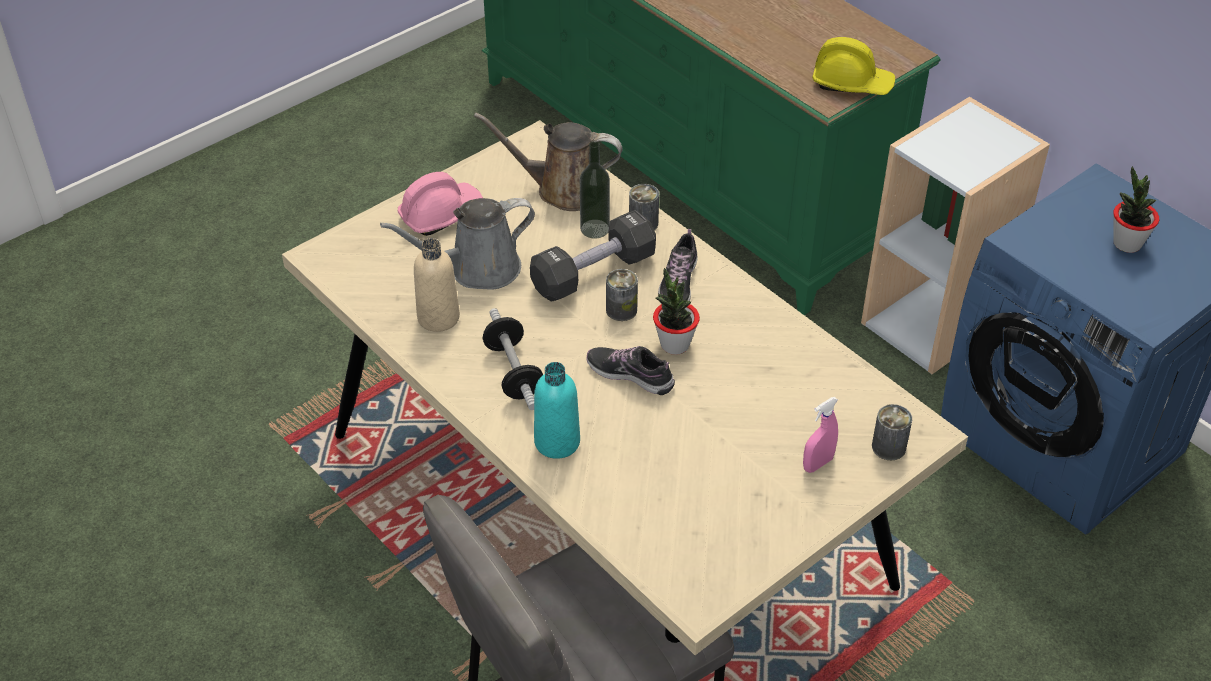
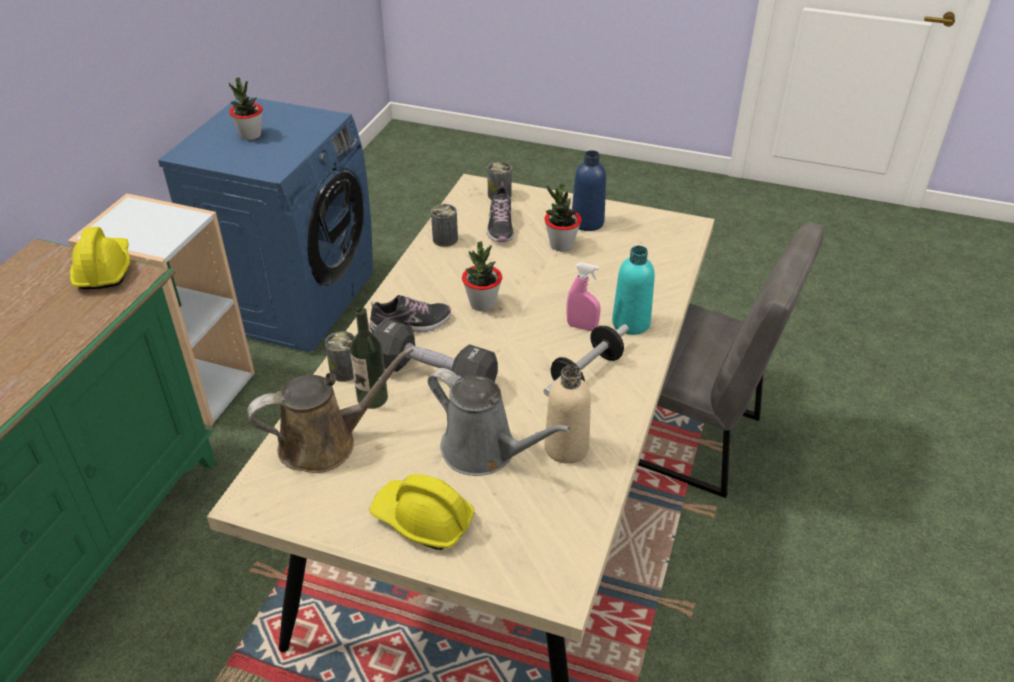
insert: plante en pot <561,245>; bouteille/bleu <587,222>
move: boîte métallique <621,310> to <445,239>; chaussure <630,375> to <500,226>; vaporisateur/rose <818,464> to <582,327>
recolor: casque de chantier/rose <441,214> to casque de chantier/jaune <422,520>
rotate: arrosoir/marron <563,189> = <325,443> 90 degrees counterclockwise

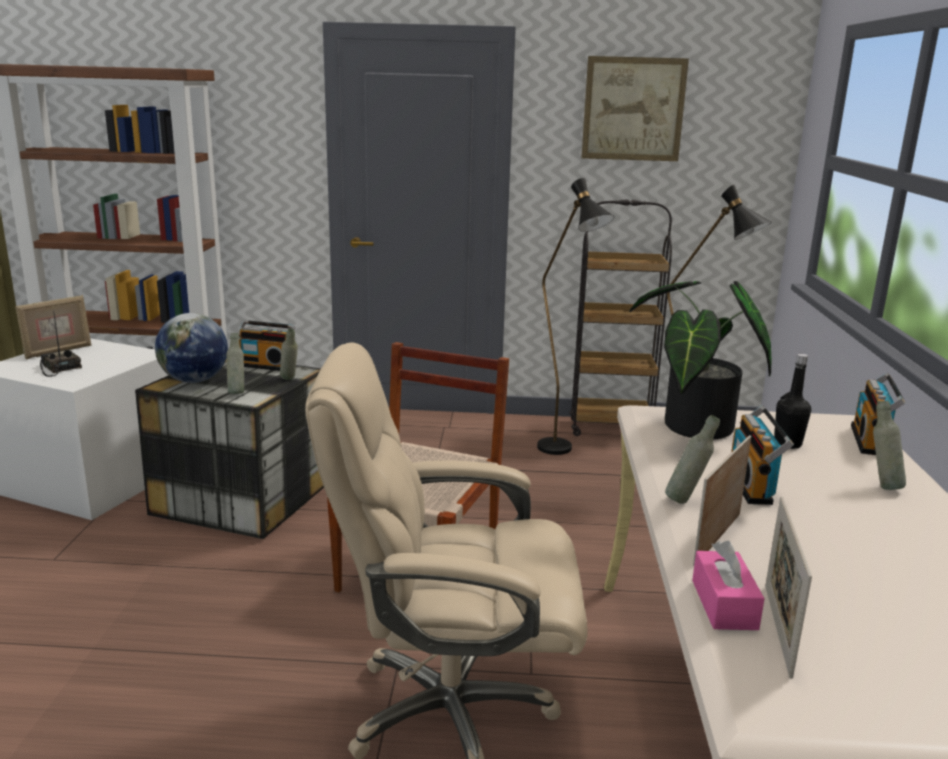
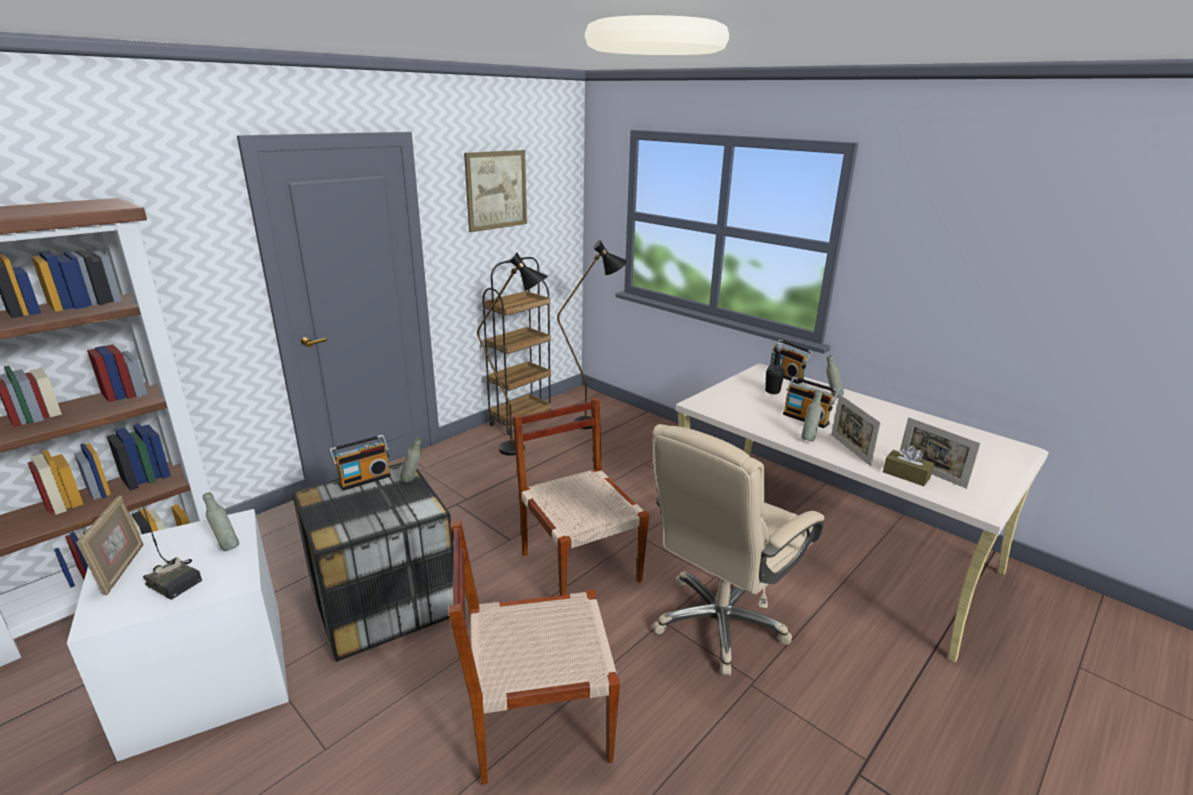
delete: globe <194,380>; plante en pot <691,429>
insert: chaise <536,720>
move: bouteille/gris <237,392> to <226,547>
recolor: boîte à mouchoirs/rose <724,604> to boîte à mouchoirs/marron <906,475>
rotate: radio <59,368> = <177,581> 150 degrees counterclockwise

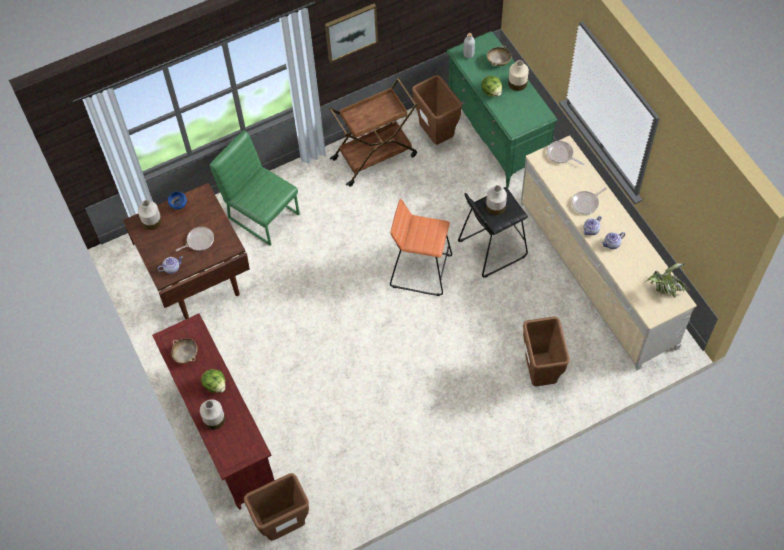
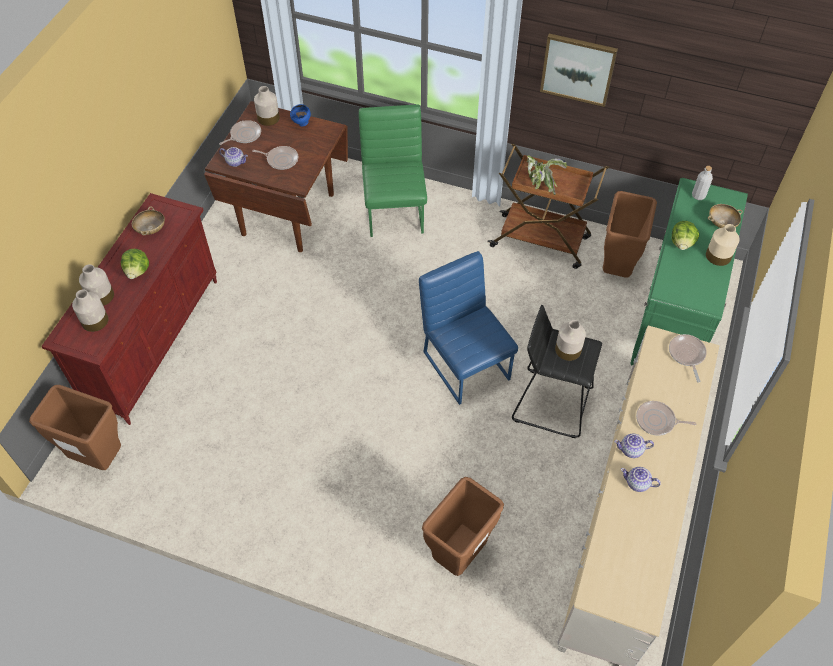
insert: vase/beige <95,320>; poêle <244,135>
move: plante en pot <665,288> to <540,184>
replace: tabouret/orange <420,270> to chaise/bleu <465,363>

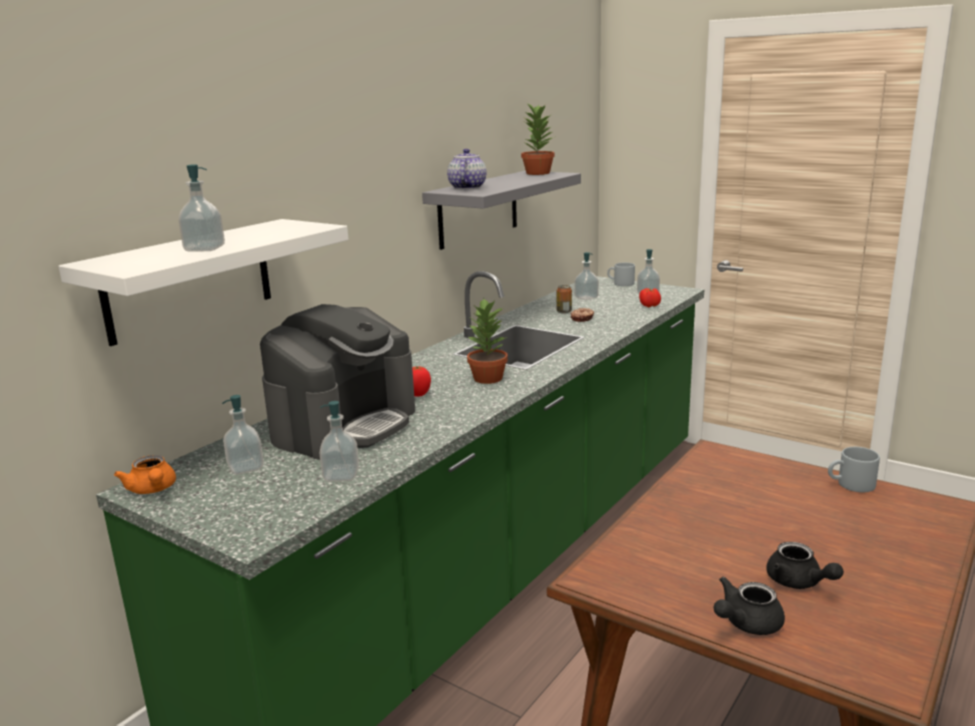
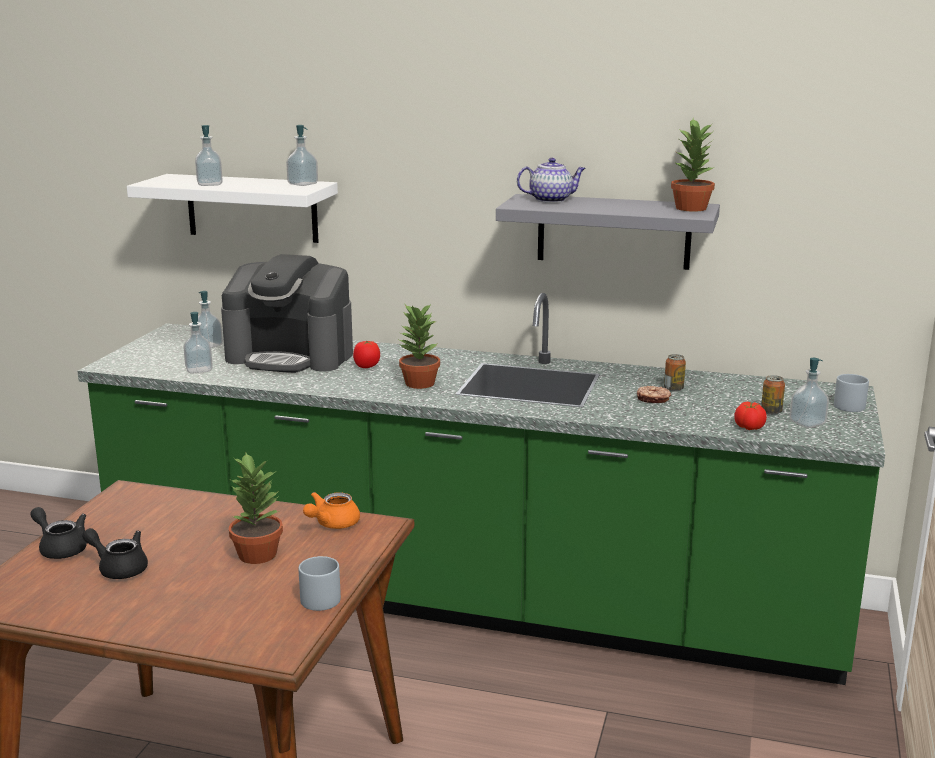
insert: plante en pot <256,554>; boîte métallique <771,412>
move: distributeur de savon <586,298> to <302,184>; théière/orange <152,490> to <332,524>
rotate: théière/noir <798,582> = <119,568> 75 degrees clockwise

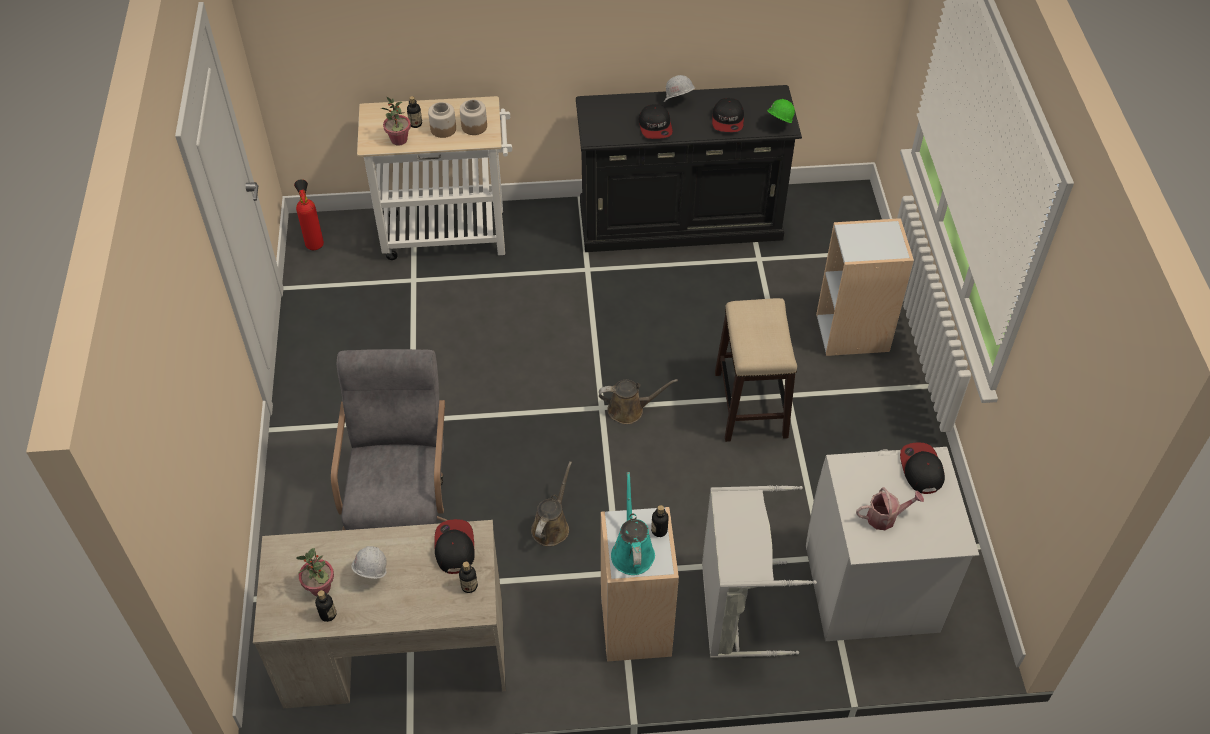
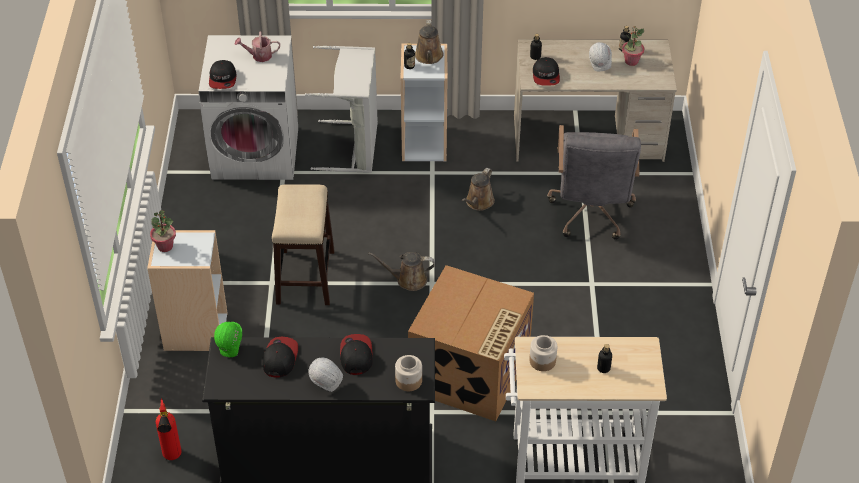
insert: carton <470,374>
move: plante en pot <399,140> to <165,246>; extincteur <314,242> to <172,458>; bocal <443,129> to <408,381>
recolor: arrosoir/turquoise <632,551> to arrosoir/marron <429,57>

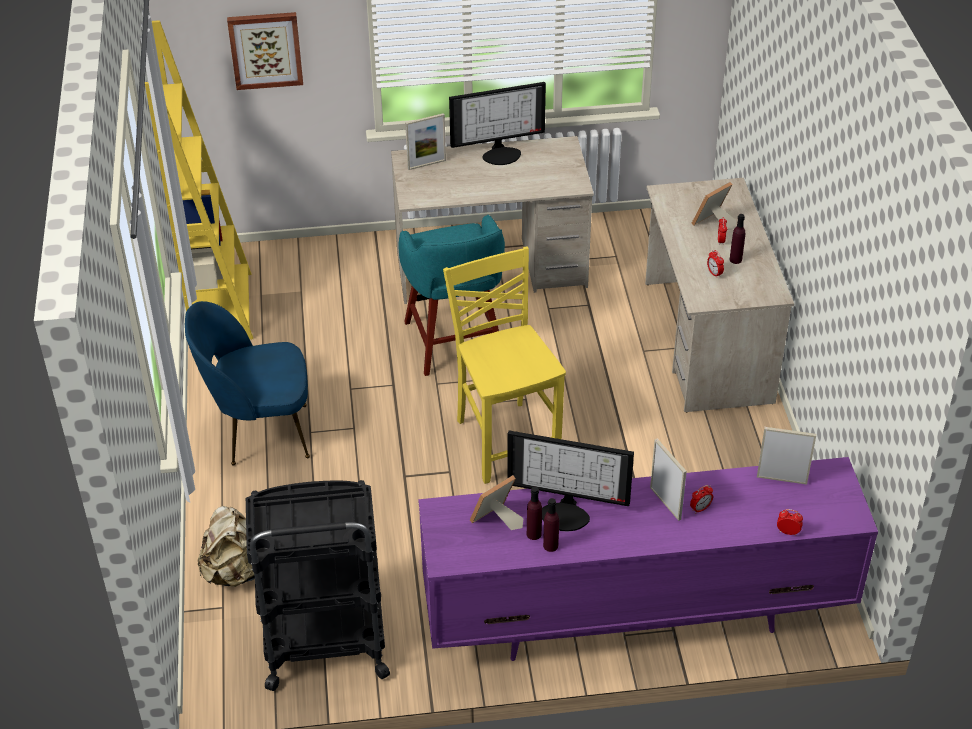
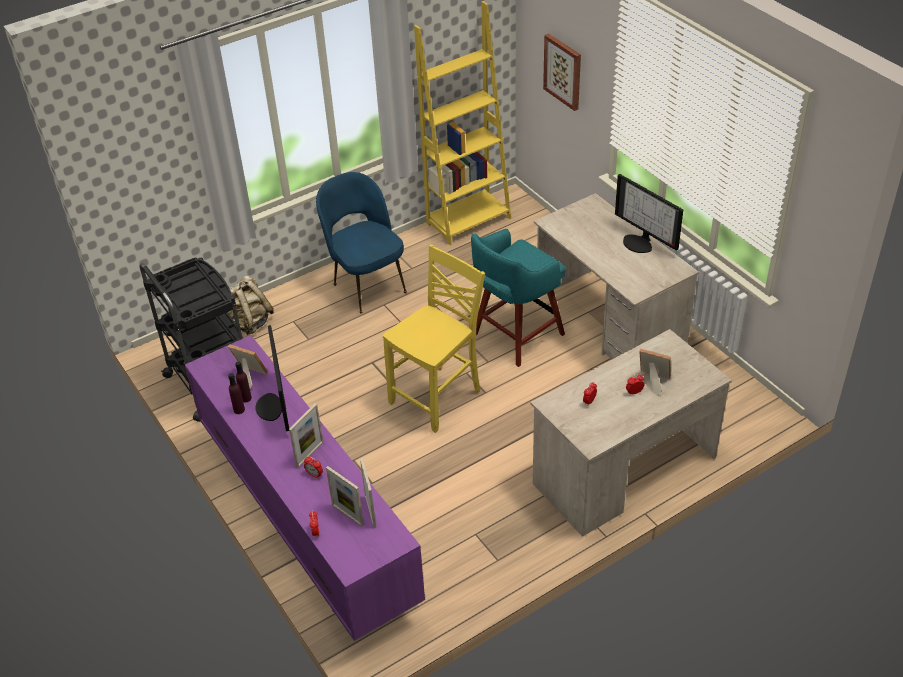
delete: bouteille/violet <735,259>
move: cadre photo <426,164> to <347,515>

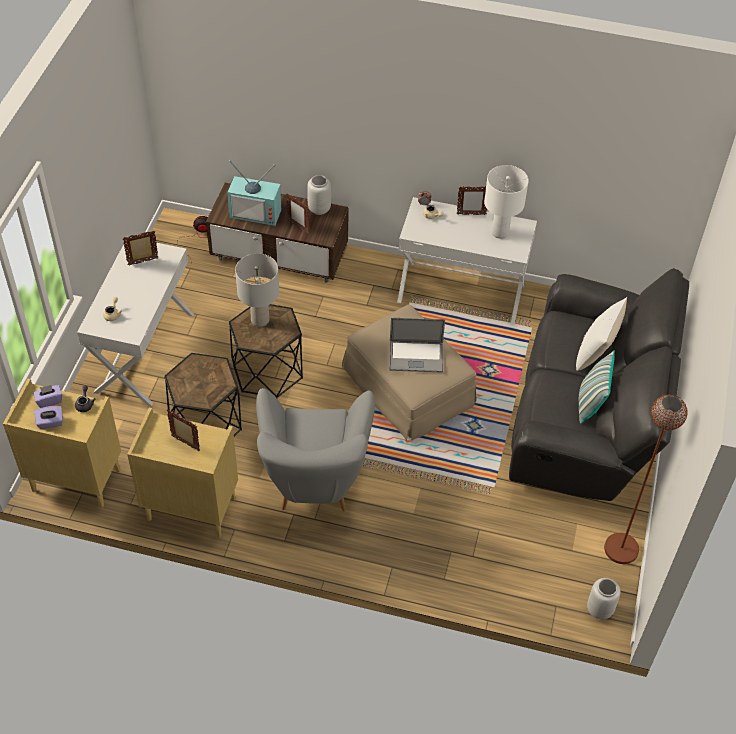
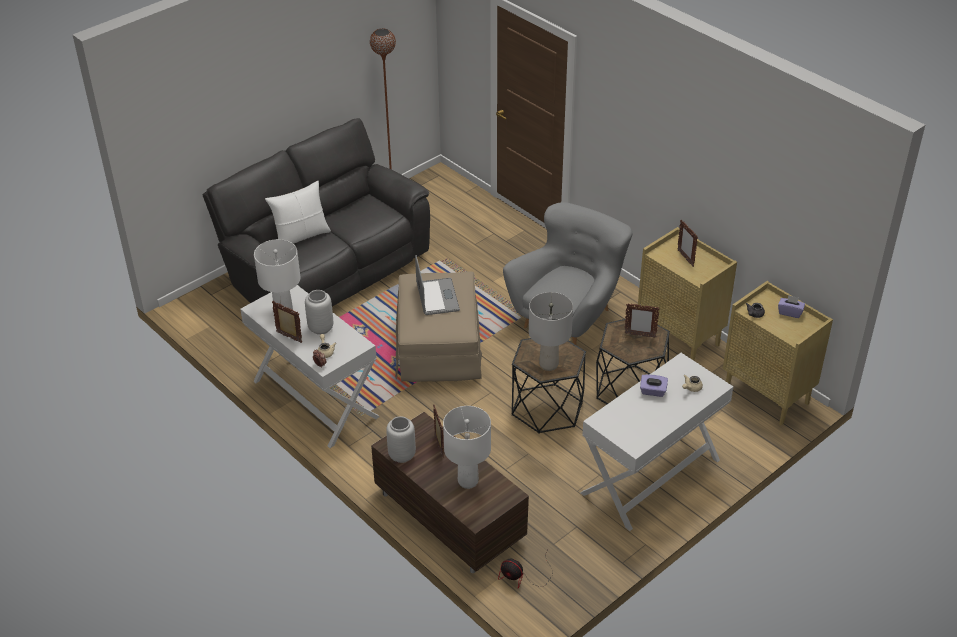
delete: coussin <590,403>
move: vase/gris <599,609> to <320,329>; cadre photo <143,262> to <639,335>; boîte à mouchoirs/violet <49,400> to <653,391>
replace: téléviseur <257,212> to lampe de table/blanc <467,481>
rotate: ordinateur portable <416,356> = <437,297> 45 degrees clockwise

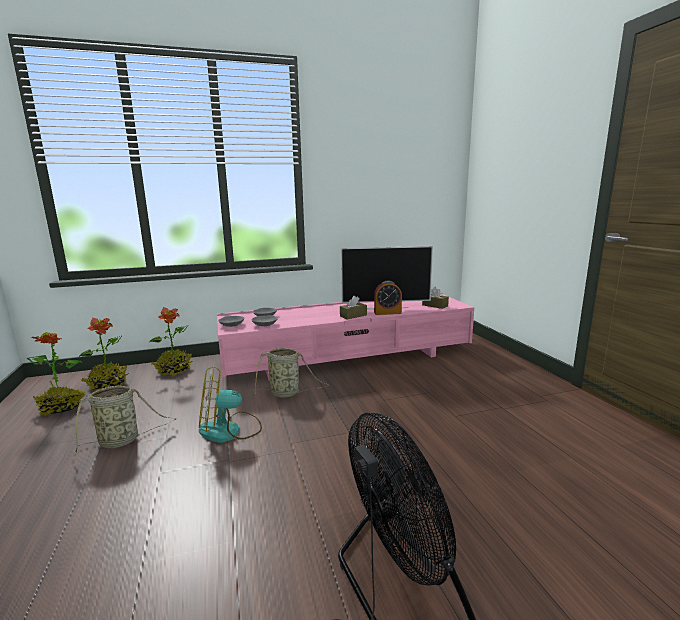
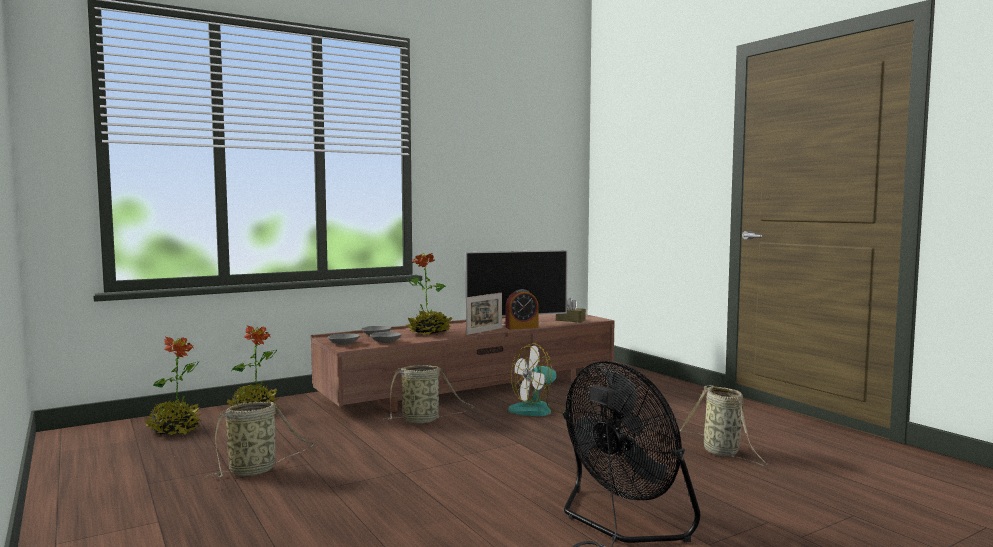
insert: panier <723,453>
move: plante en pot <62,408> to <429,333>; ventilateur <229,430> to <539,410>
replace: boîte à mouchoirs/marron <353,316> to cadre photo <484,331>
recolor: meuble télé/rose <347,356> to meuble télé/marron <472,386>

